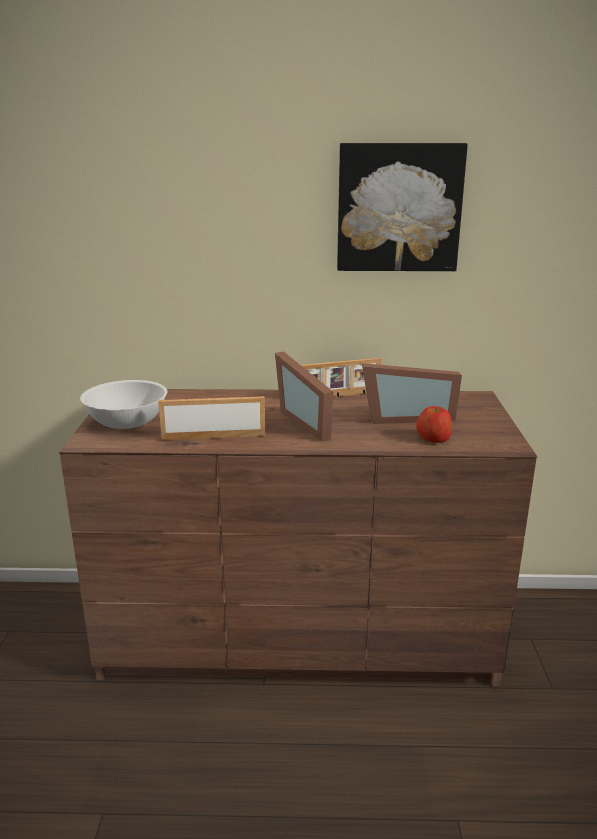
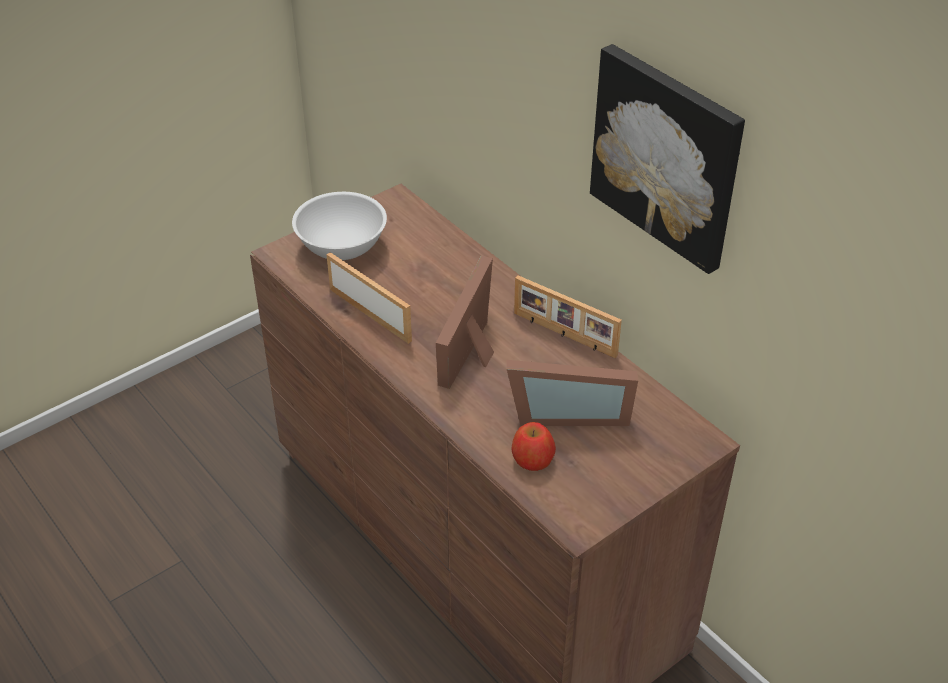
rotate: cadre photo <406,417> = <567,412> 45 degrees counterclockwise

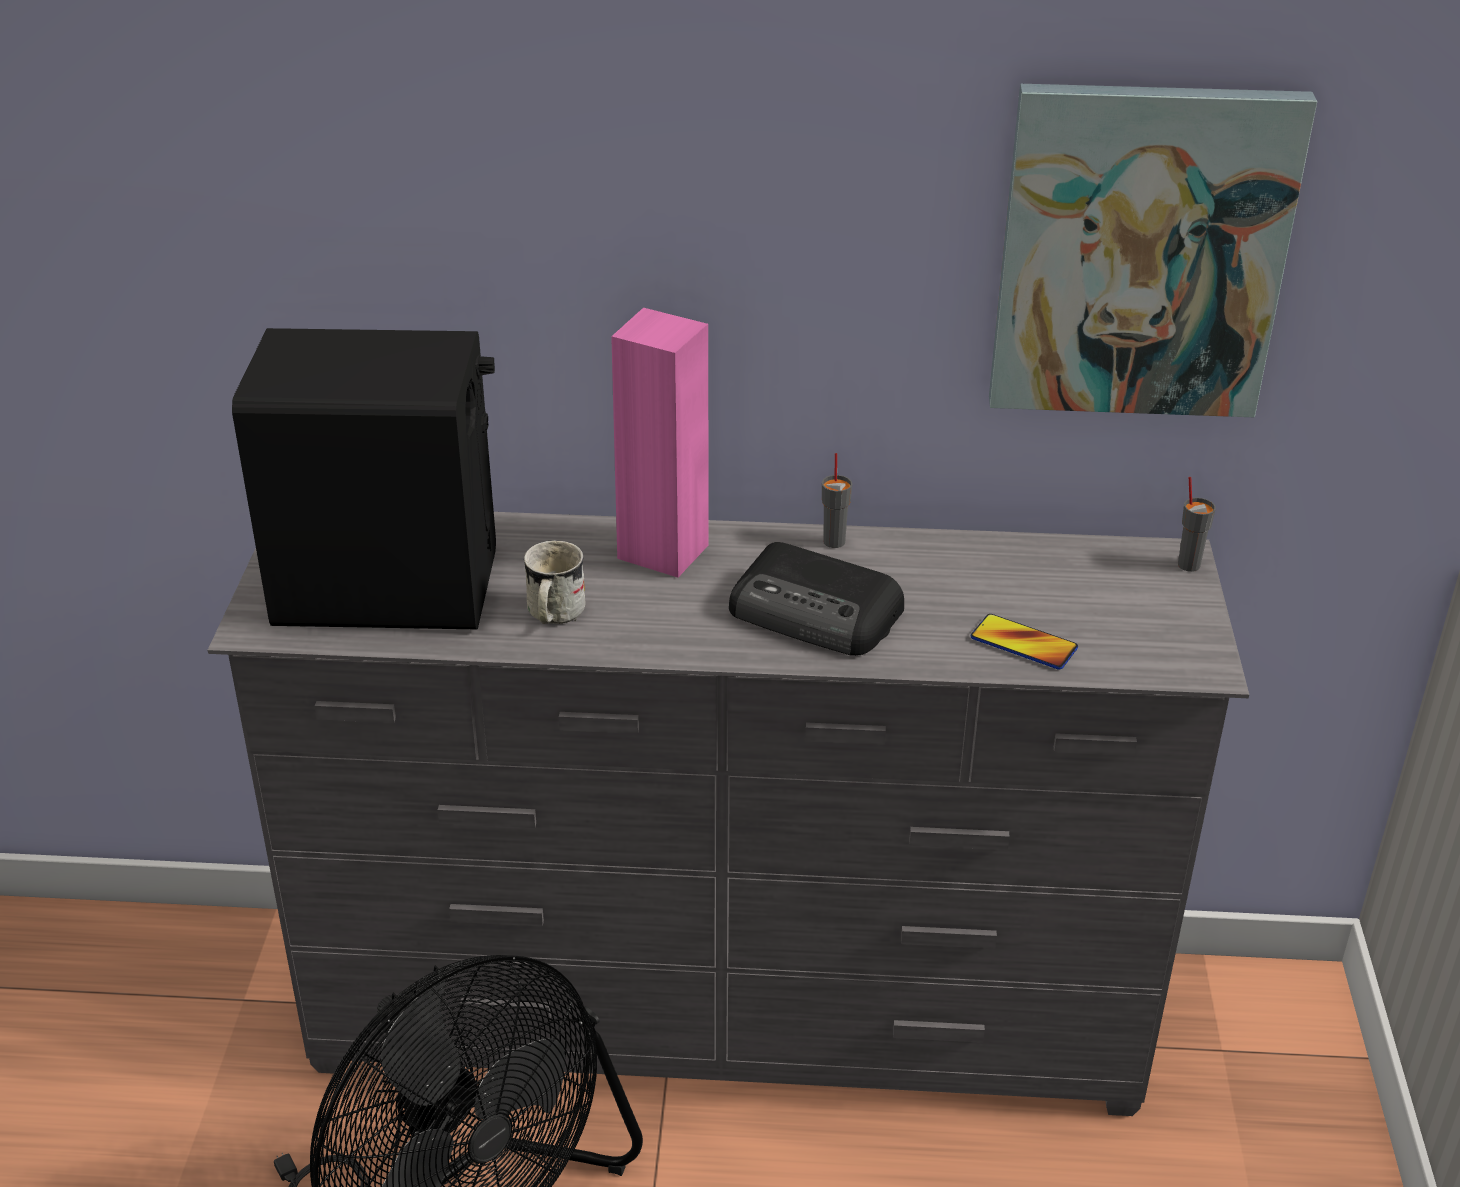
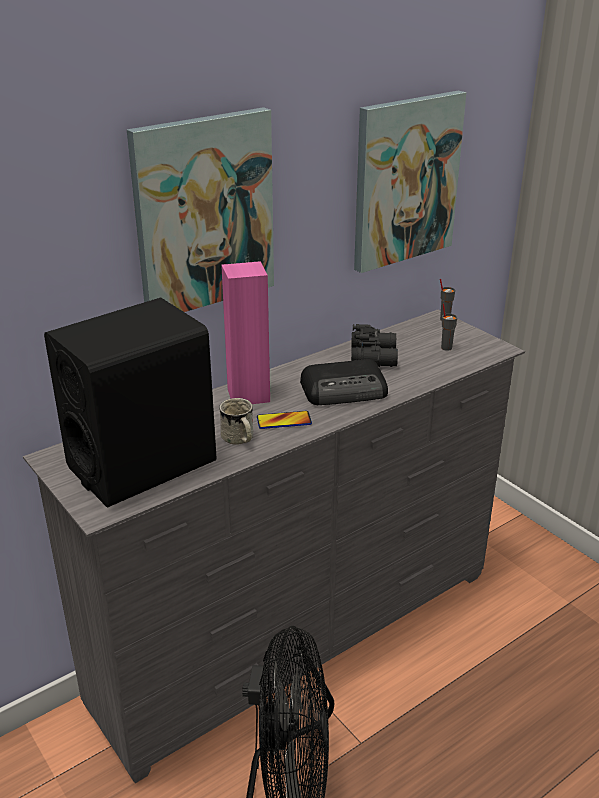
insert: tableau <203,213>; jumelles/noir <375,356>
move: téléphone <1023,643> to <284,421>; tasse/gris <834,541> to <446,347>

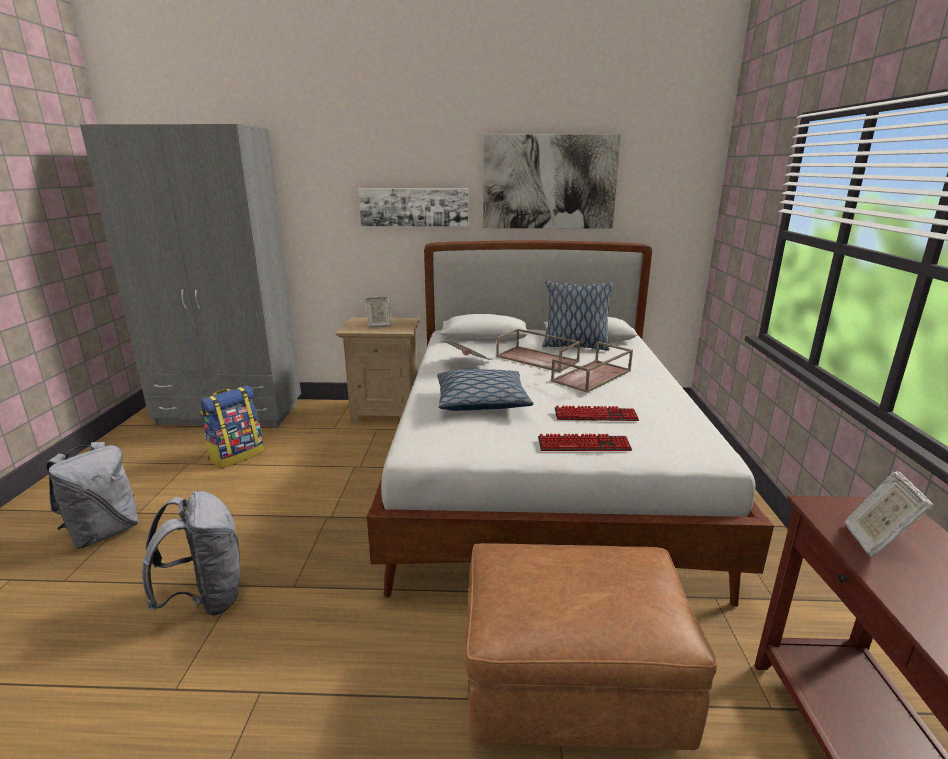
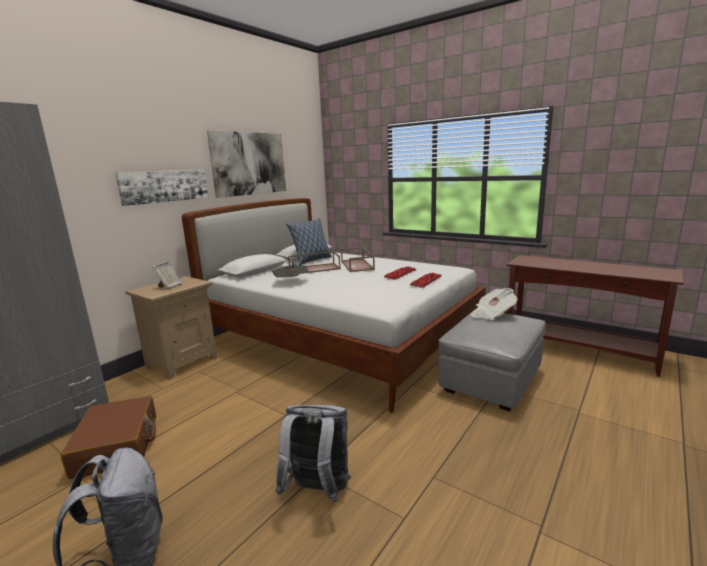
delete: coussin <482,402>; cadre photo <875,541>
insert: journal <492,314>
replace: sac à dos <237,455> to valise/marron <117,446>
recolor: pouf/marron <571,684> to pouf/gris <490,380>

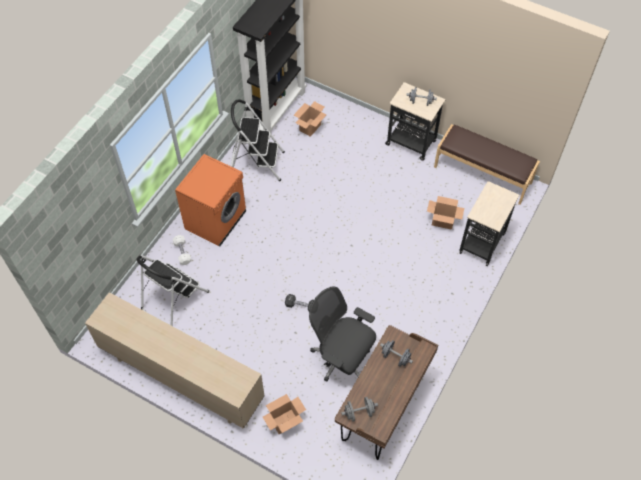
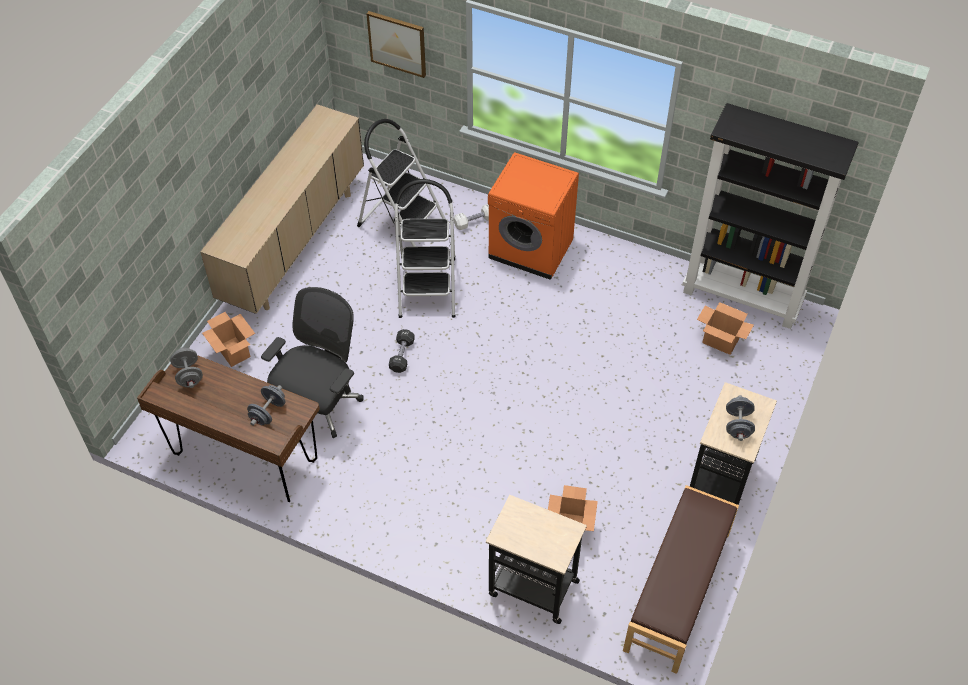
insert: tableau <397,43>
move: escabeau <255,164> to <428,286>

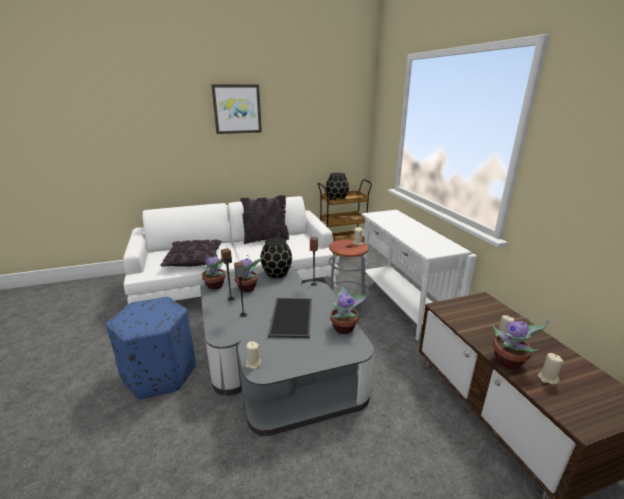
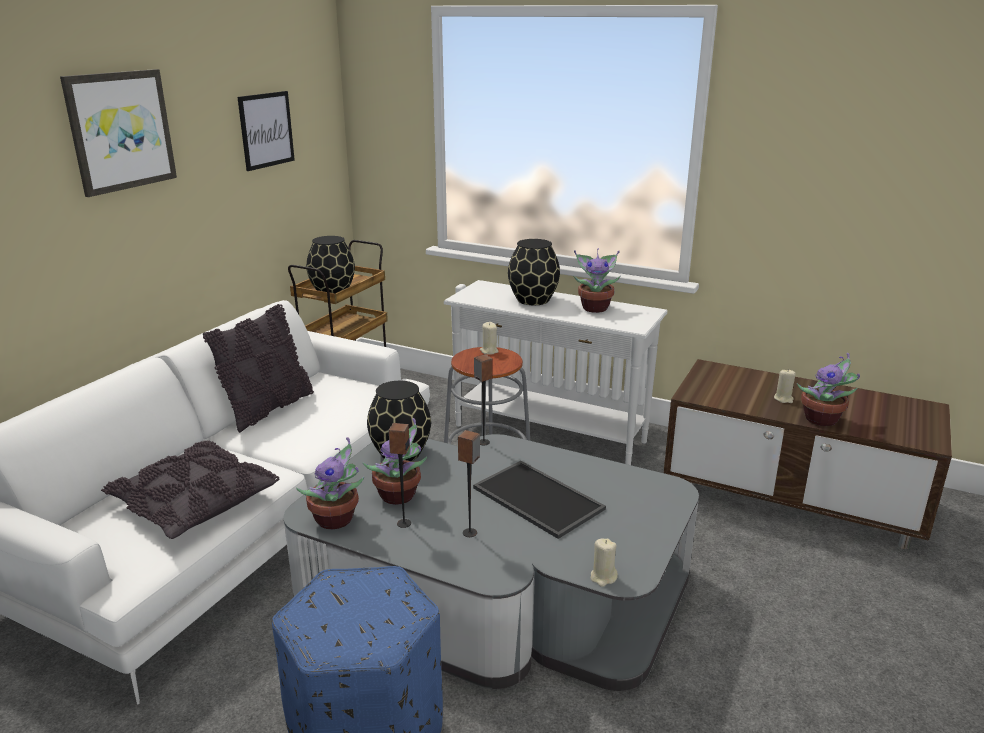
delete: bougie/beige <547,378>
insert: tableau <266,130>; vase/noir <532,300>
move: plante en pot <345,328> to <595,308>

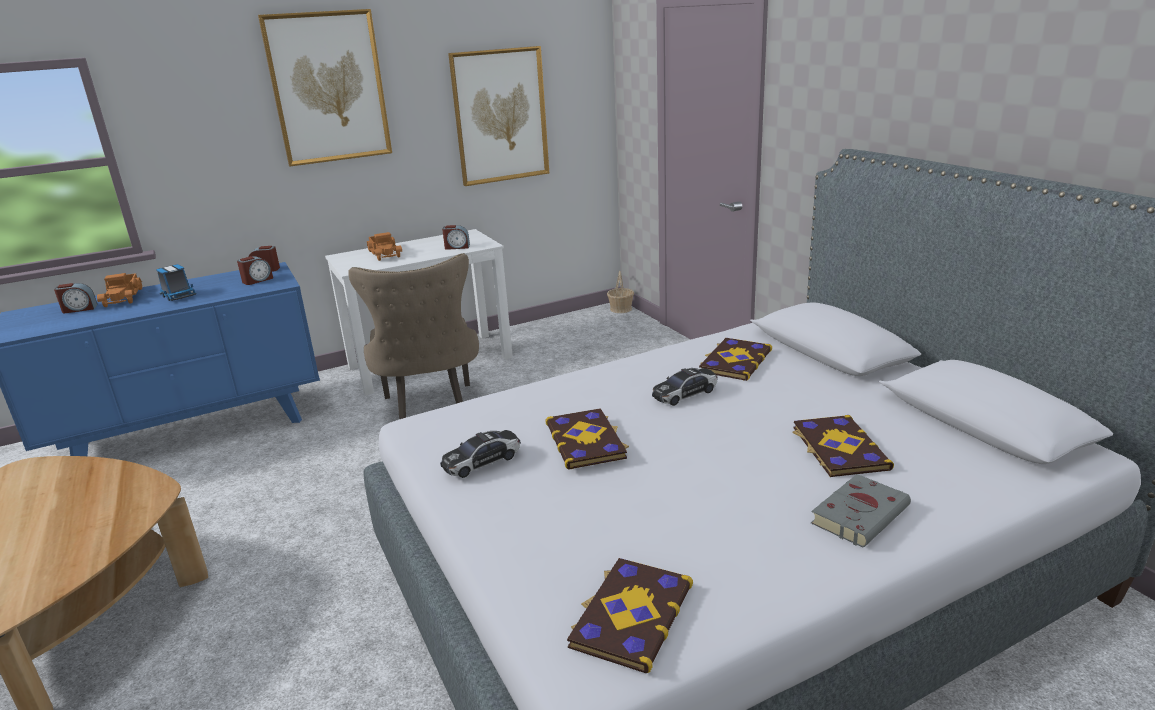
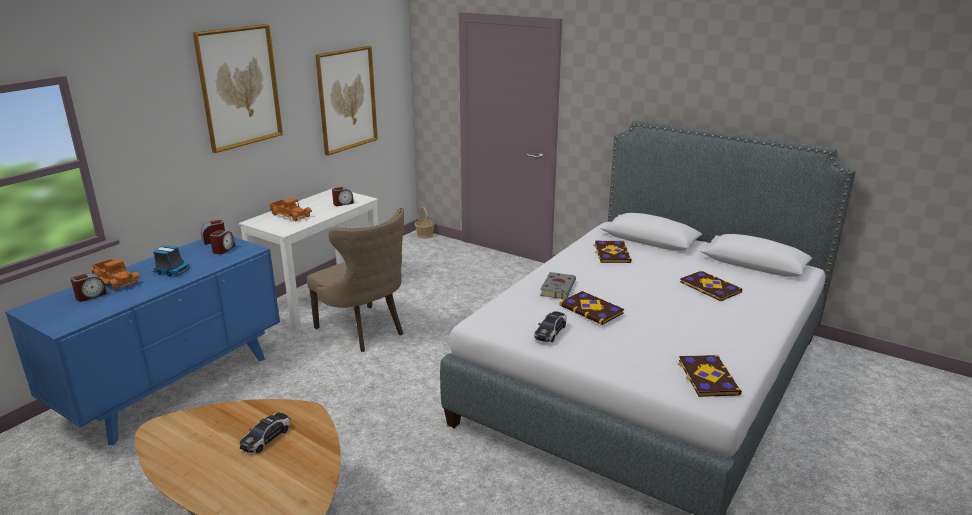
move: petite voiture <685,393> to <266,438>; livre/gris <861,514> to <558,288>

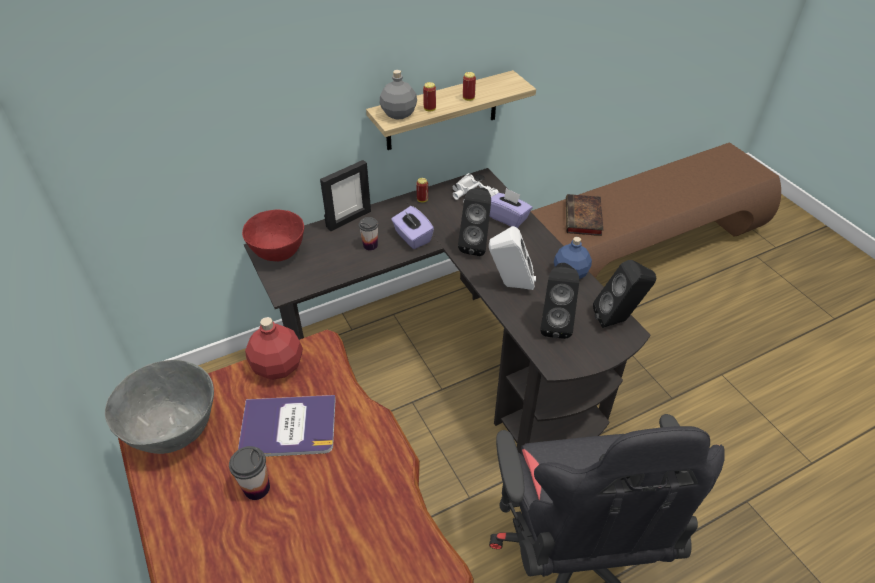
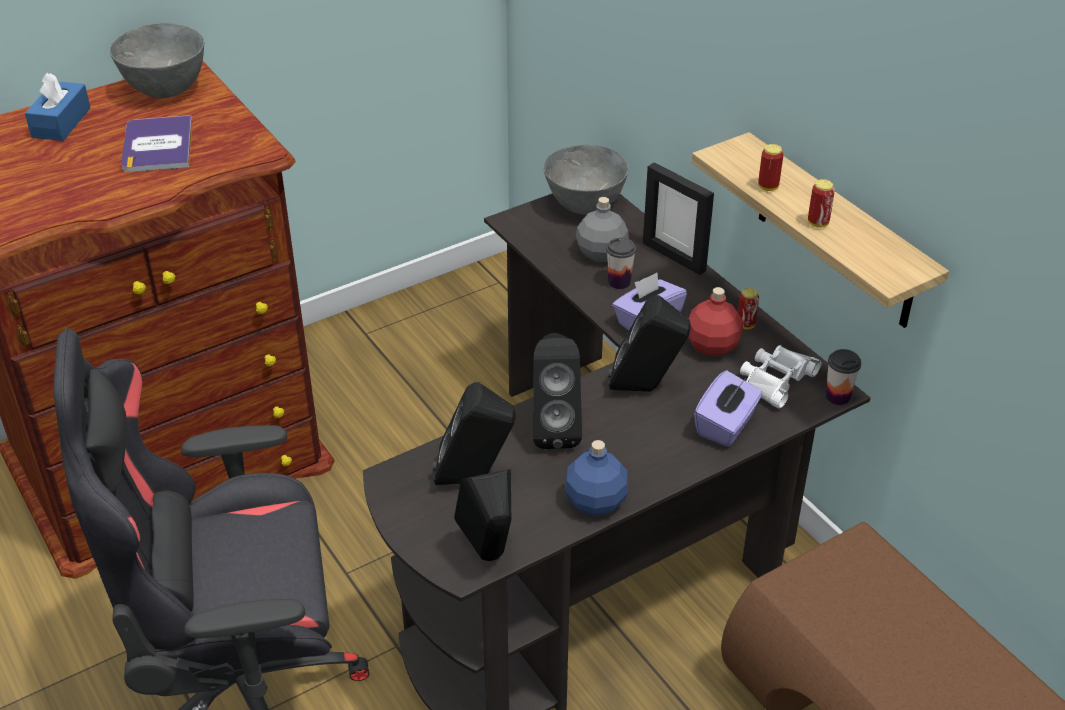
delete: livre <583,219>
insert: boîte à mouchoirs/bleu <61,123>
move: bouteille/gris <399,113> to <602,253>; bouteille/rouge <277,366> to <711,345>; tasse <257,488> to <837,397>
recolor: enceinte/blanc <510,285> to enceinte/noir <555,429>; bol/rouge <279,253> to bol/gris <585,206>

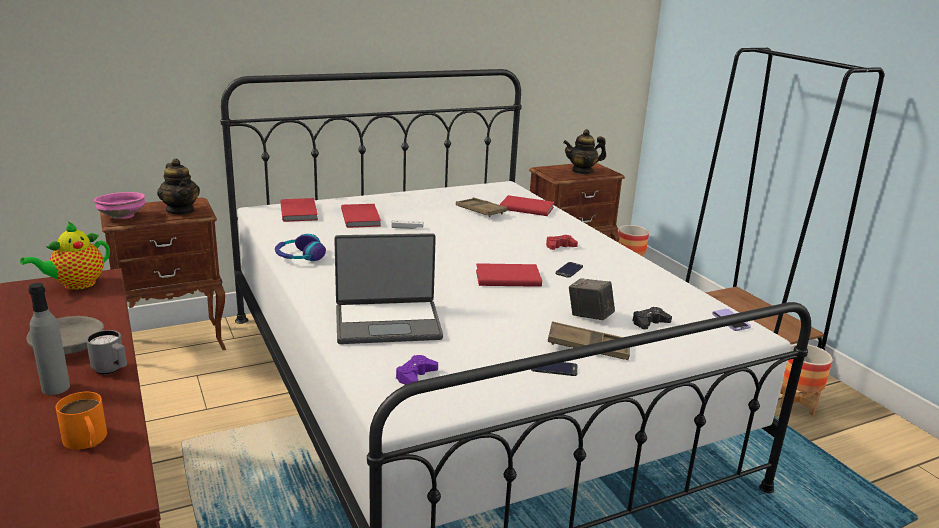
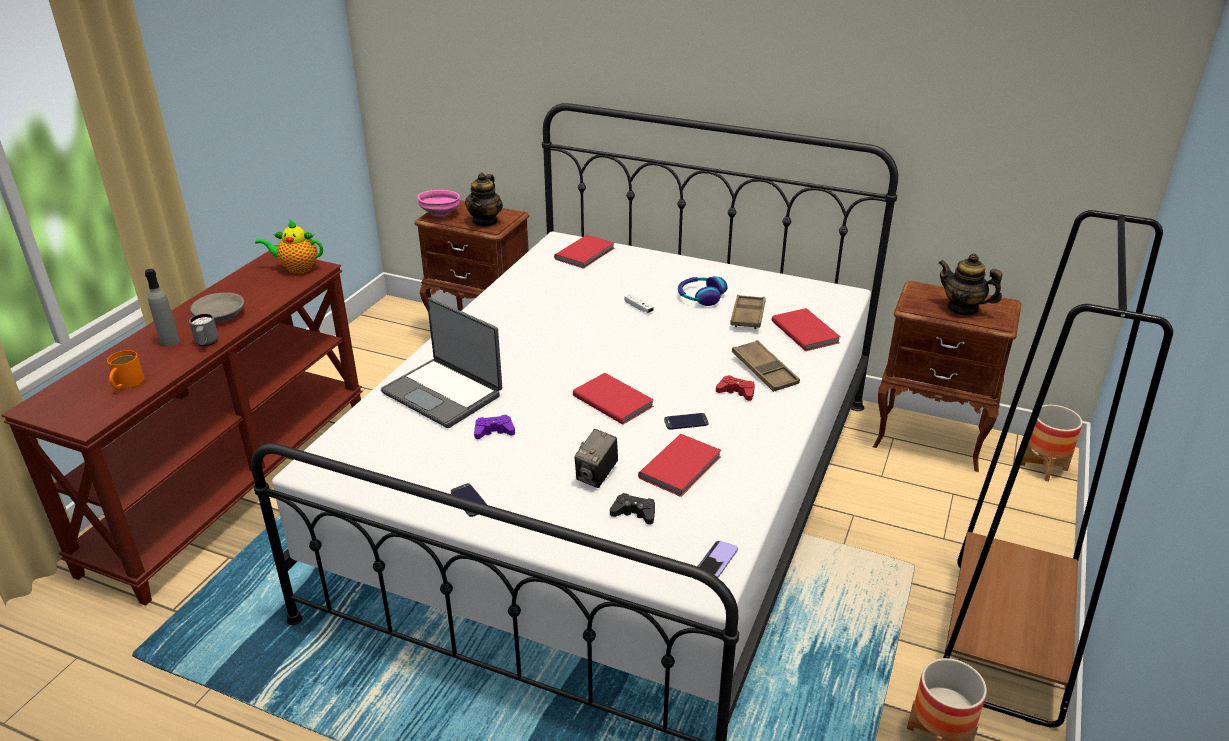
move: manette/violet <415,376> to <494,431>; livre/rouge <362,217> to <682,467>; casque audio <299,257> to <700,296>; plateau/marron <588,347> to <764,371>
rotate: appareil photo <589,316> = <597,476> 150 degrees counterclockwise

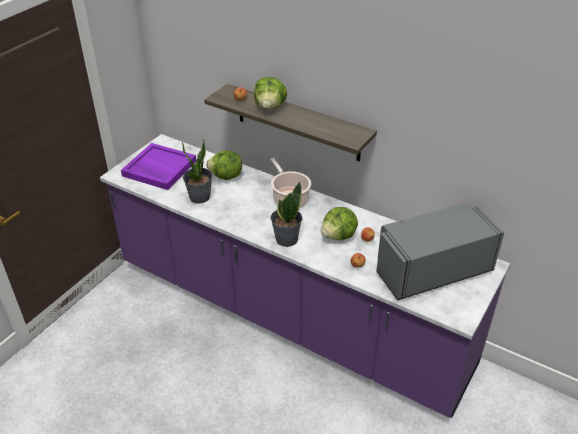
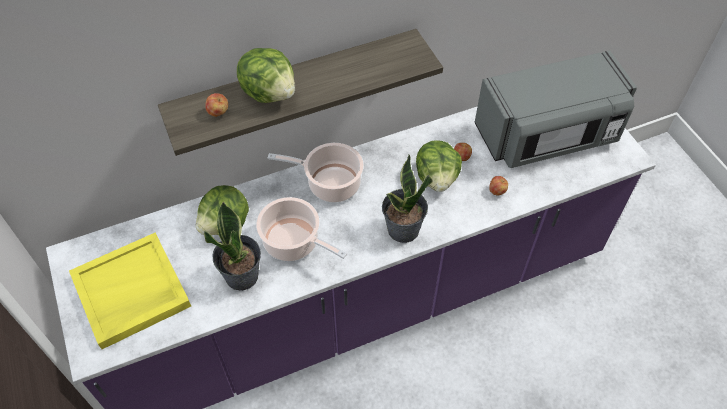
insert: marmite <294,243>
recolor: plateau/violet <159,168> to plateau/jaune <130,292>
rotate: micro-ondes/gris <431,270> = <547,135> 120 degrees counterclockwise

